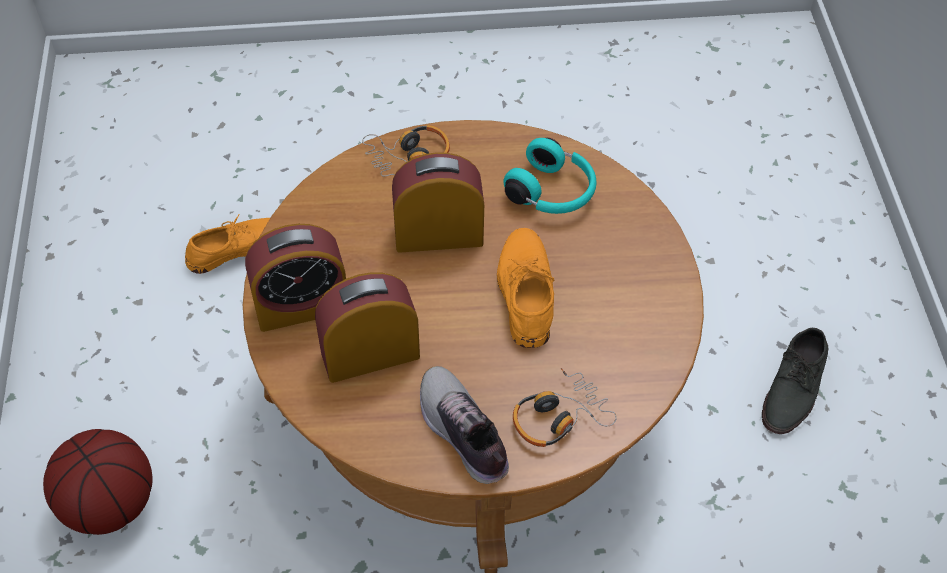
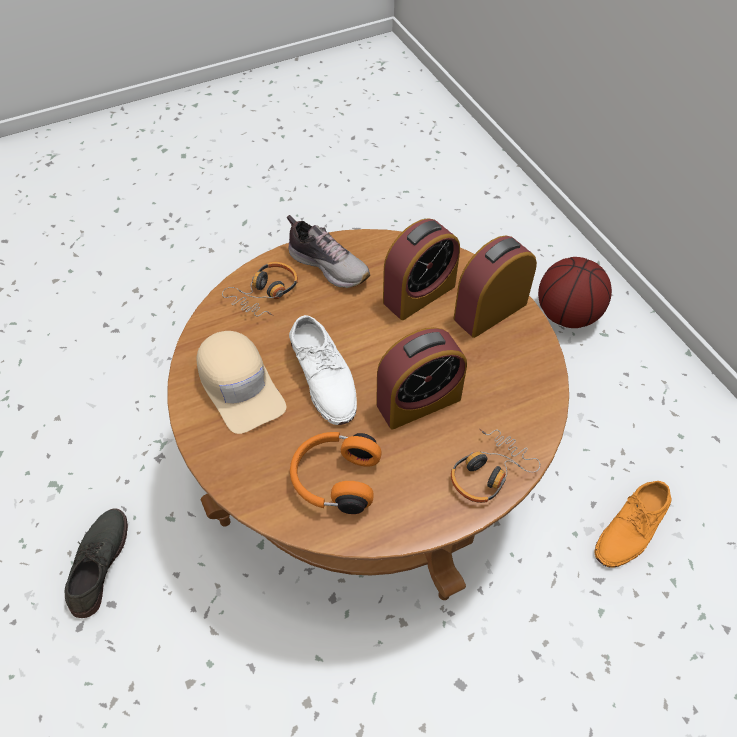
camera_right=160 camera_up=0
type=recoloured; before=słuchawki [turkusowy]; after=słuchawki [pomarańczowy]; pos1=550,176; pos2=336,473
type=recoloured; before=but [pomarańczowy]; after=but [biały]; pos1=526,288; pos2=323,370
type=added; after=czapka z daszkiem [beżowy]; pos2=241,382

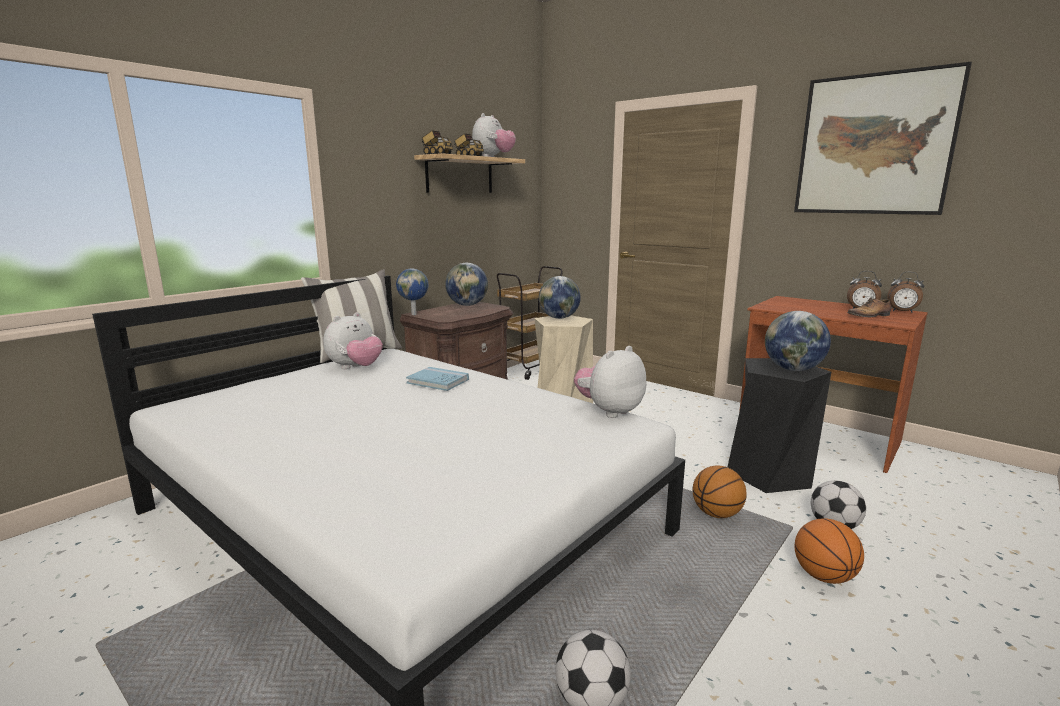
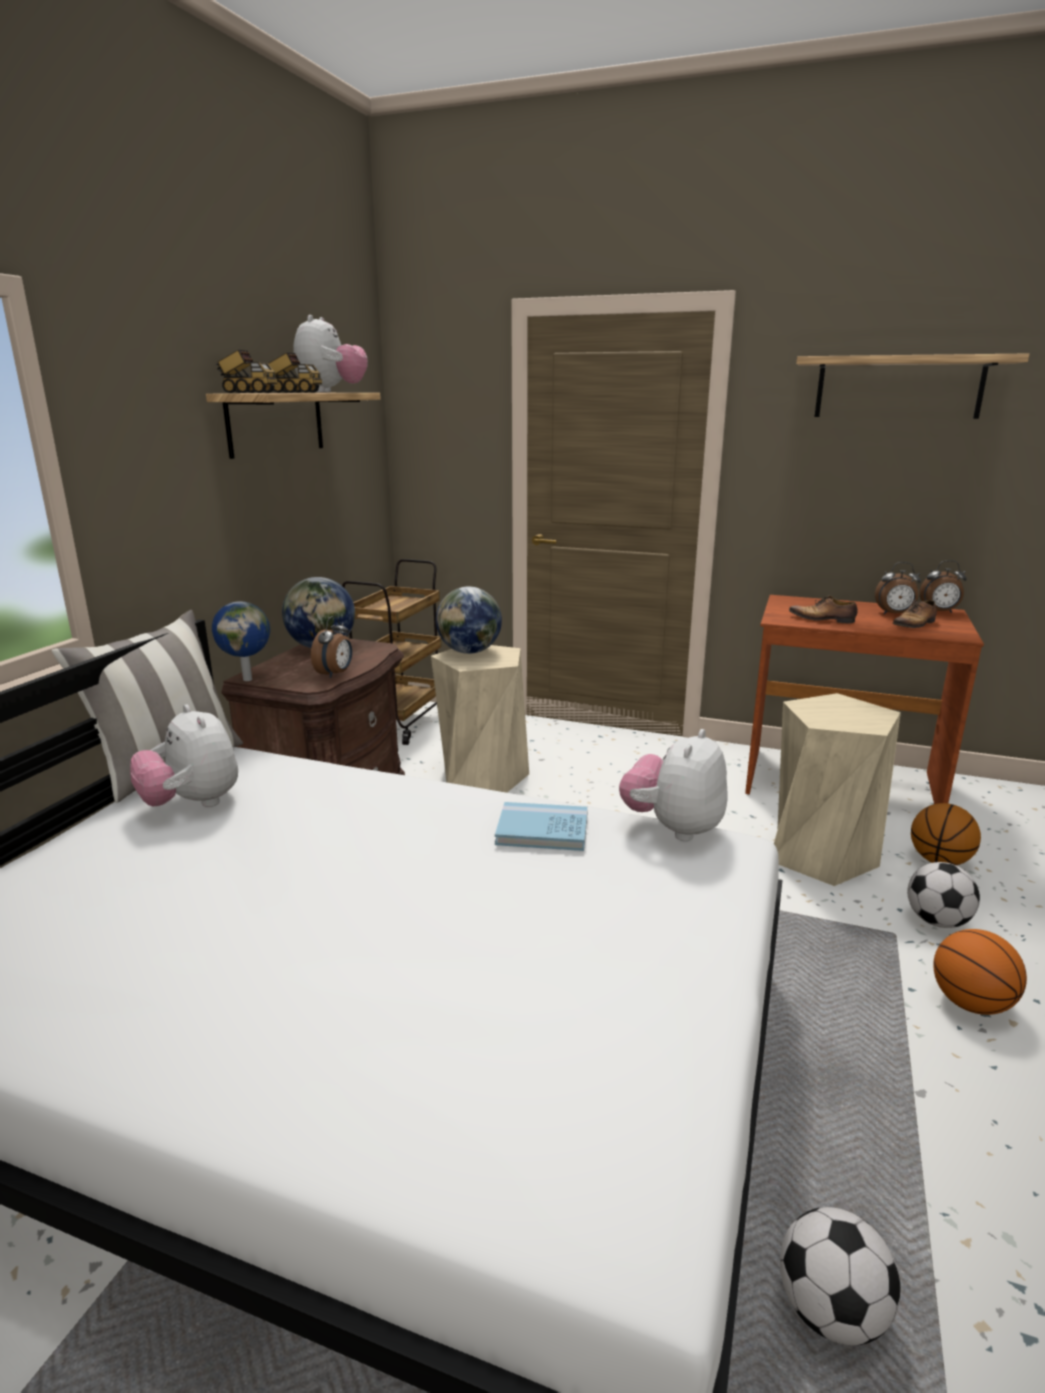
camera_right=-20 camera_up=5
type=replaced; before=obraz; after=półka; pos1=883,138; pos2=912,386
type=removed; before=globus; pos1=798,341
type=turned; before=pluszak; pos1=353,340; pos2=184,755; turn=120
type=recoloured; before=stołek [czarny]; after=stołek [beżowy]; pos1=779,425; pos2=837,789
type=moved; before=książka [niebieski]; pos1=437,379; pos2=541,826
type=moved; before=piłka do koszykówki; pos1=720,492; pos2=946,834
type=added; after=but; pos2=823,609
type=added; after=budzik; pos2=331,647

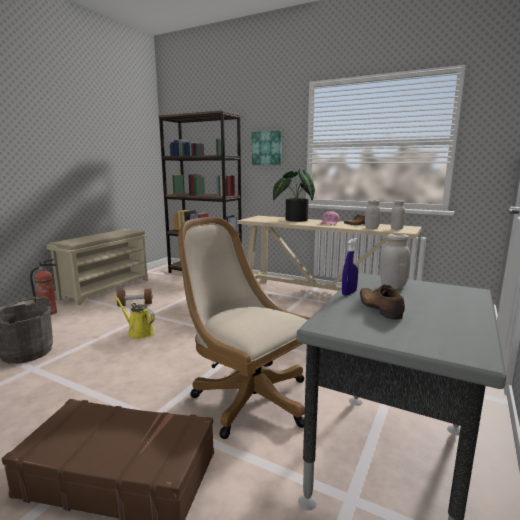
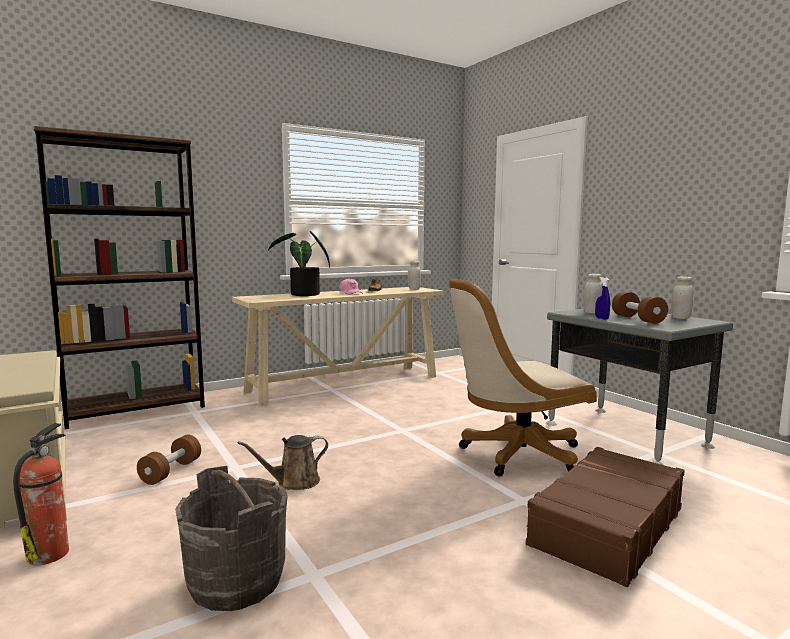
camera_right=-60 camera_up=-5
type=removed; before=obraz; pos1=267,148
type=moved; before=słoik [biały]; pos1=373,214; pos2=682,297
type=replaced; before=but; after=hantel [brązowy]; pos1=382,302; pos2=640,308
type=recoloured; before=konewka [żółty]; after=konewka [brązowy]; pos1=134,317; pos2=283,462

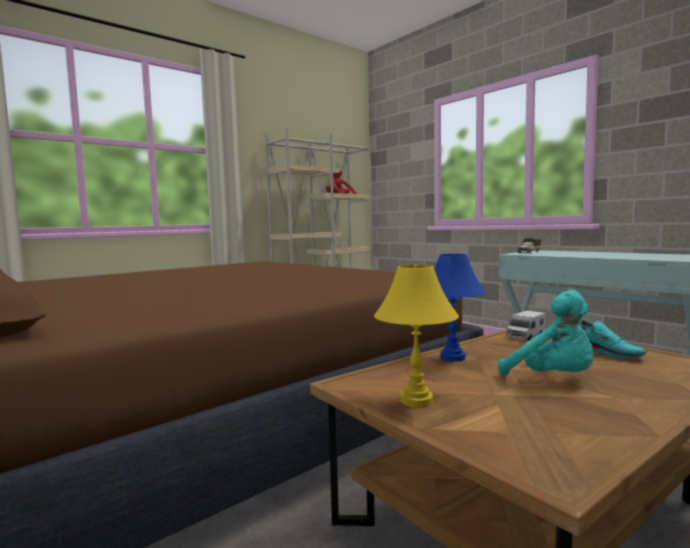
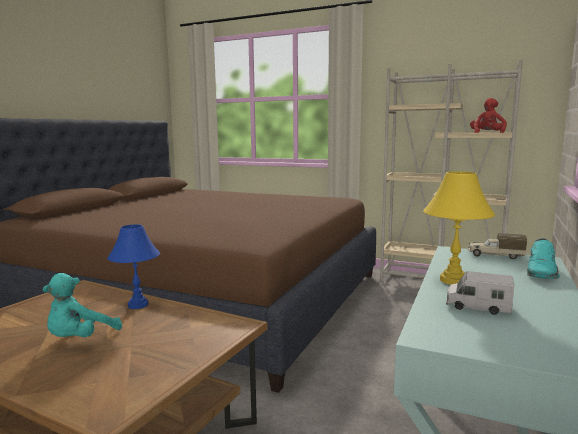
camera_right=65 camera_up=5
type=moved; before=lampa stołowa [żółty]; pos1=416,336; pos2=459,228
type=moved; before=ciężarówka zabawkowa; pos1=526,326; pos2=480,293
type=moved; before=but [turkusowy]; pos1=612,339; pos2=543,258

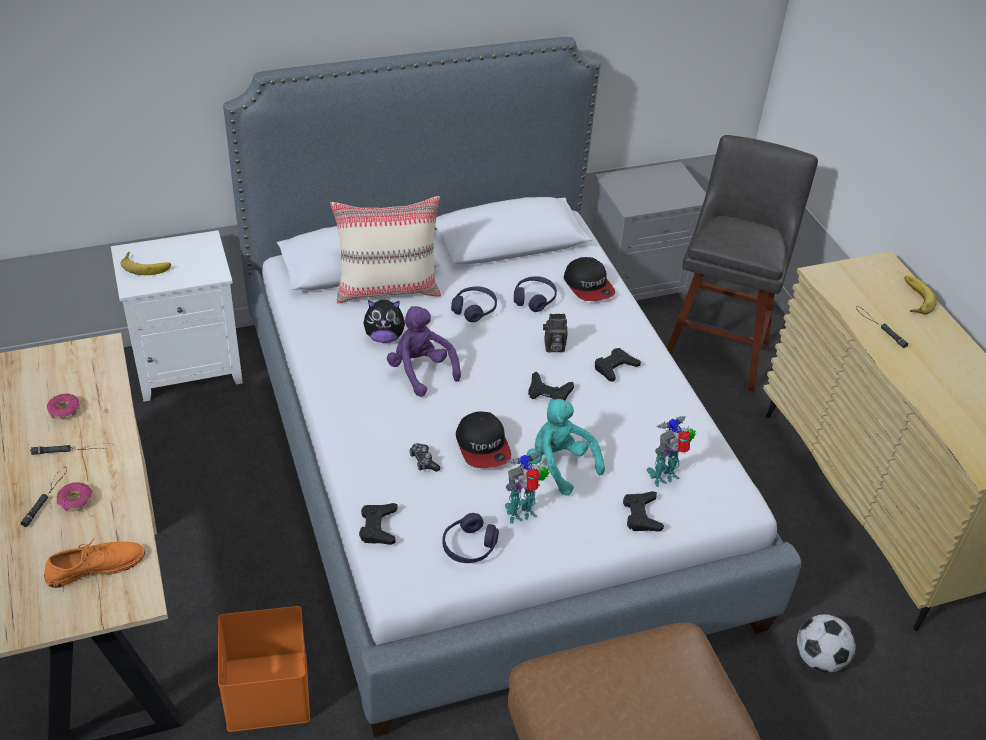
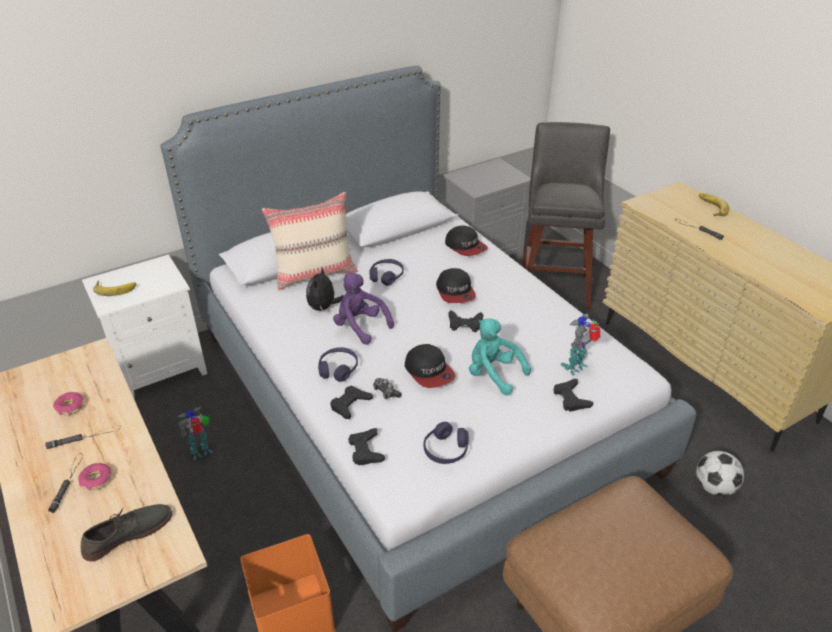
camera_right=-10 camera_up=-5
type=moved; before=słuchawki [fioletowy]; pos1=535,294; pos2=338,364
type=turned; before=pluszak; pos1=384,321; pos2=324,290; turn=120
type=replaced; before=aparat fotograficzny; after=czapka z daszkiem; pos1=555,333; pos2=456,285
type=moved; before=pad do gier [czarny]; pos1=618,365; pos2=351,402
type=moved; before=robot zabawkowy; pos1=527,488; pos2=195,433
type=recoloured; before=but [pomarańczowy]; after=but [szary]; pos1=94,563; pos2=126,532

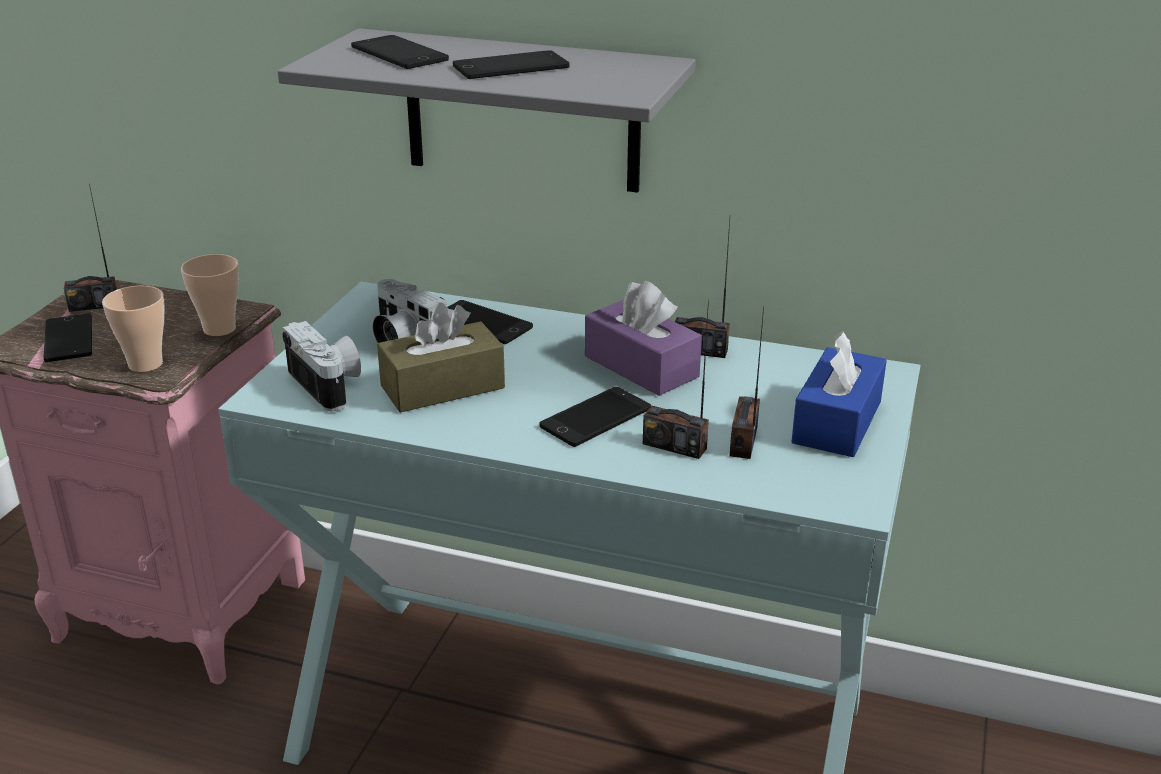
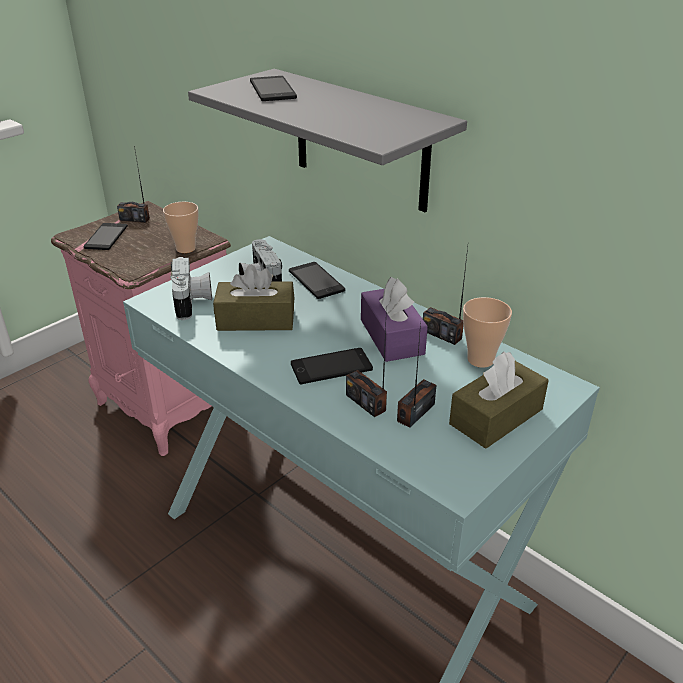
camera_right=25 camera_up=5
type=removed; before=telefon; pos1=511,64
type=moved; before=filiżanka; pos1=133,329; pos2=487,332
type=recoloured; before=pudełko chusteczek [niebieski]; after=pudełko chusteczek [brązowy]; pos1=839,394; pos2=499,400

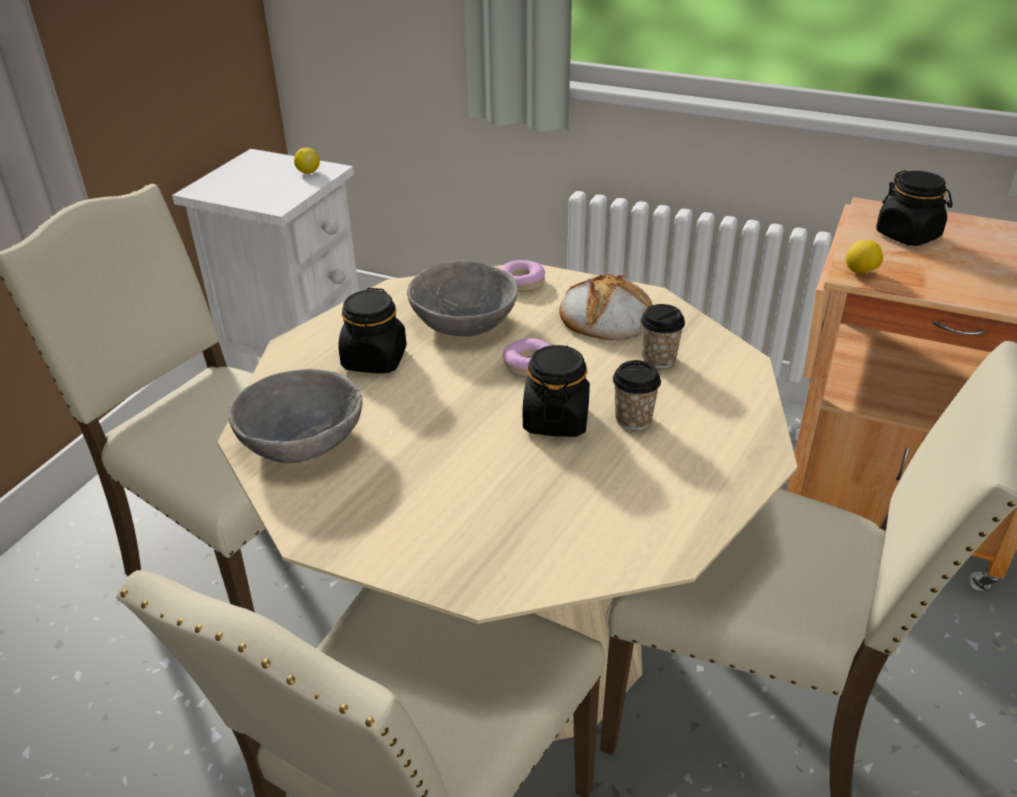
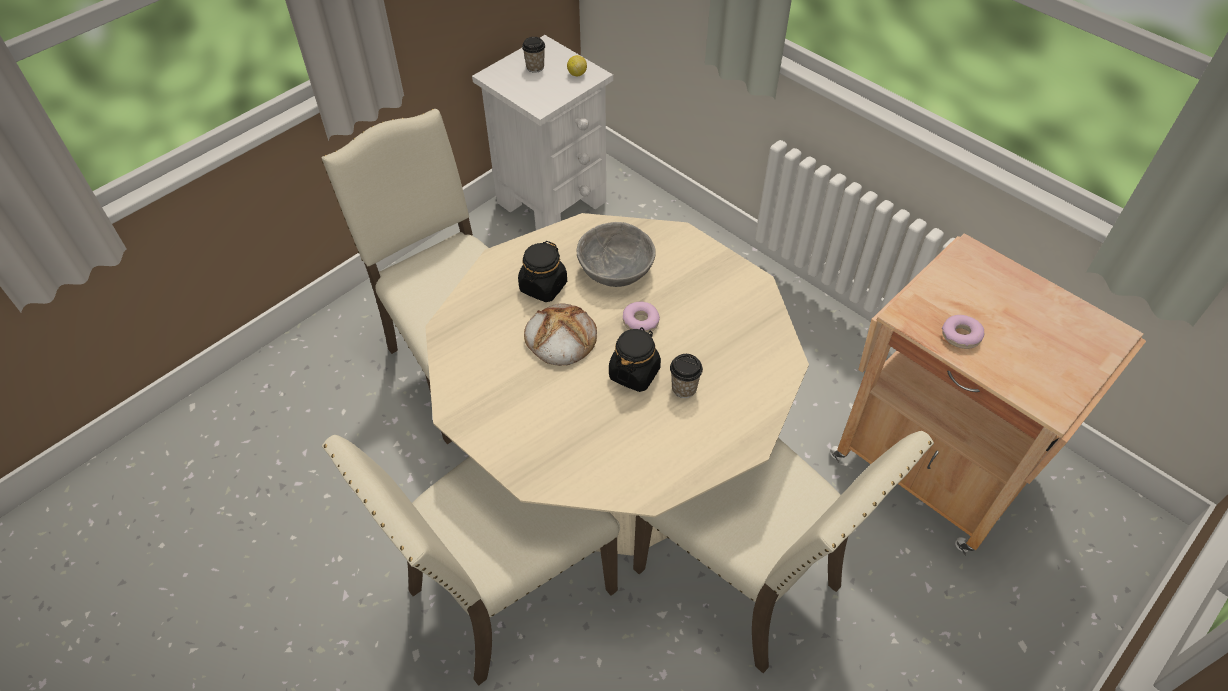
camera_right=20 camera_up=15
type=removed; before=słoik [czarny]; pos1=914,208
type=removed; before=cytryna; pos1=864,257
type=moved; before=donut; pos1=522,276; pos2=963,332
type=moved; before=chleb; pos1=606,307; pos2=560,335
type=moved; before=filiżanka; pos1=663,336; pos2=533,55
type=removed; before=miska [szary]; pos1=295,416

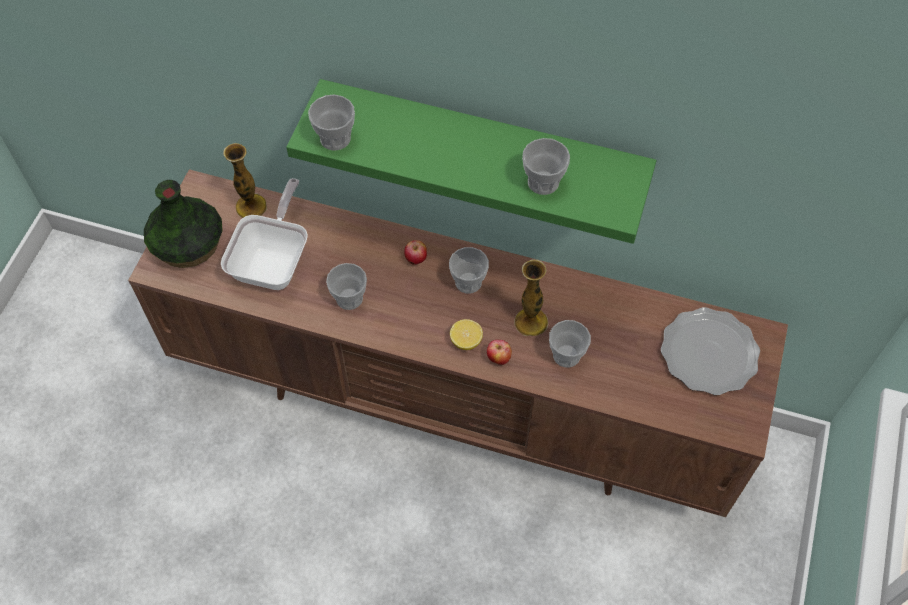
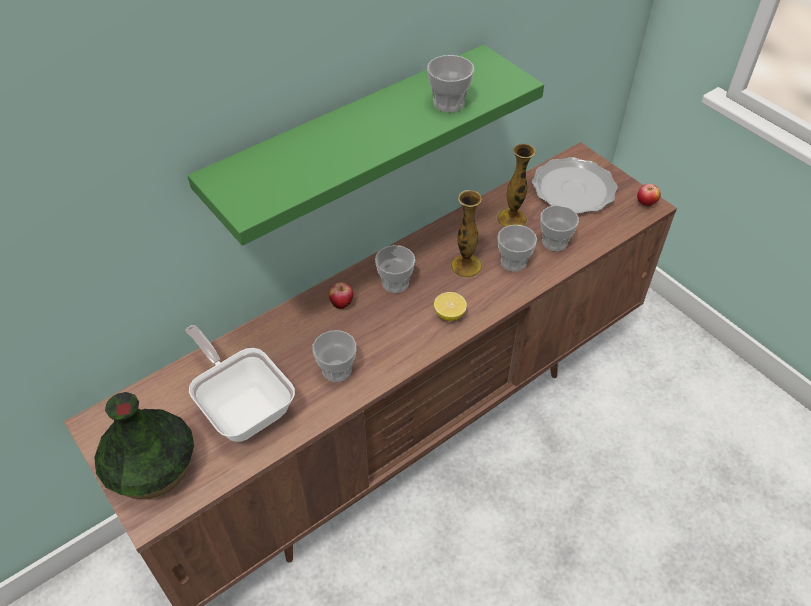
camera_right=-55 camera_up=-10
type=moved; before=filiżanka; pos1=331,123; pos2=560,228
type=moved; before=wazon; pos1=245,180; pos2=516,185
type=moved; before=jabłko; pos1=499,352; pos2=649,195

